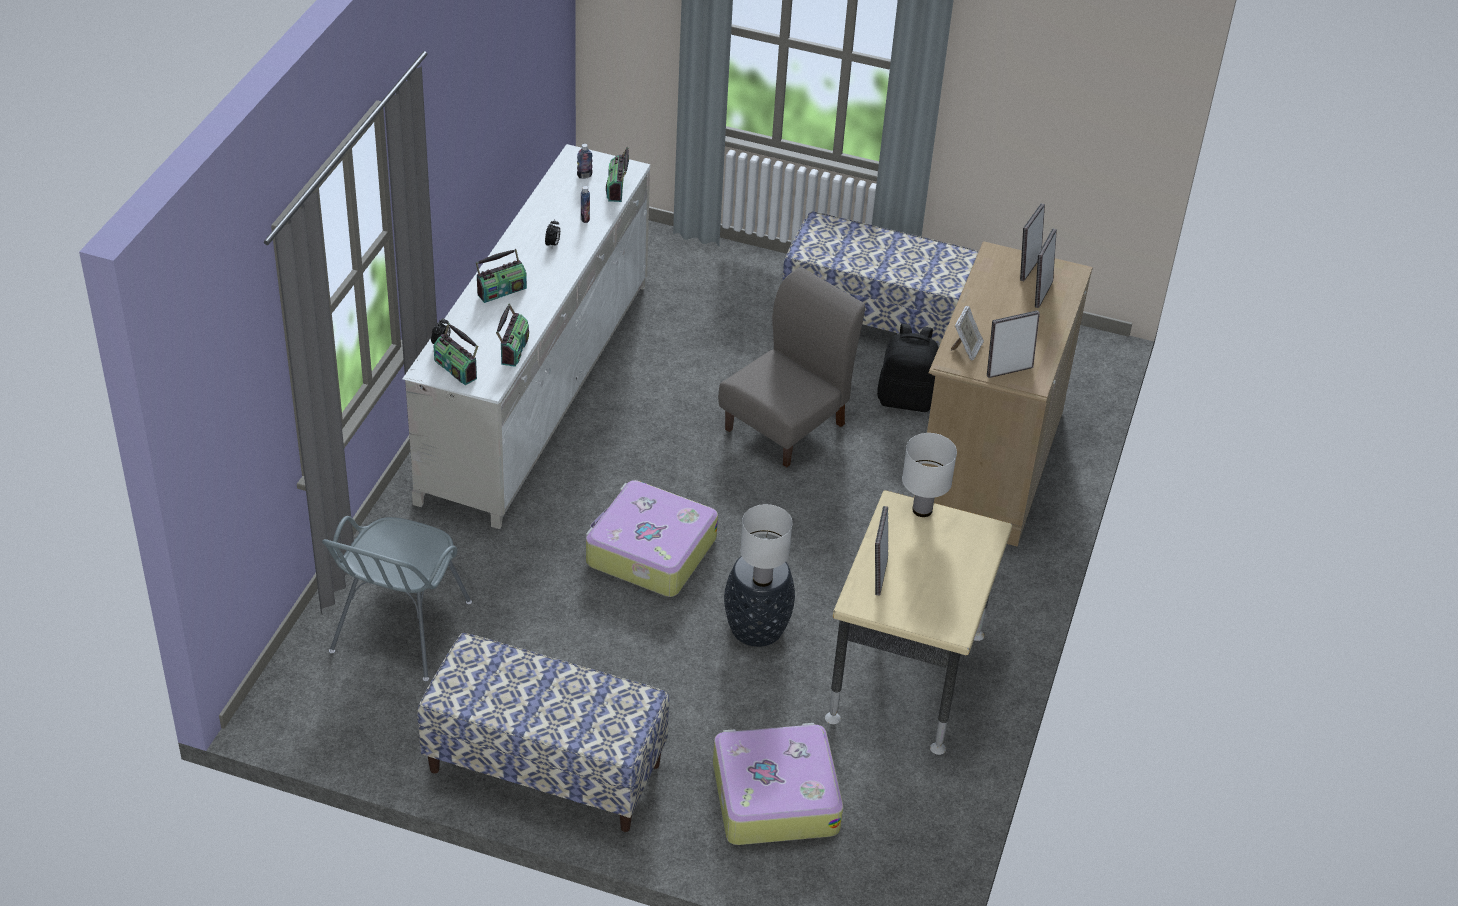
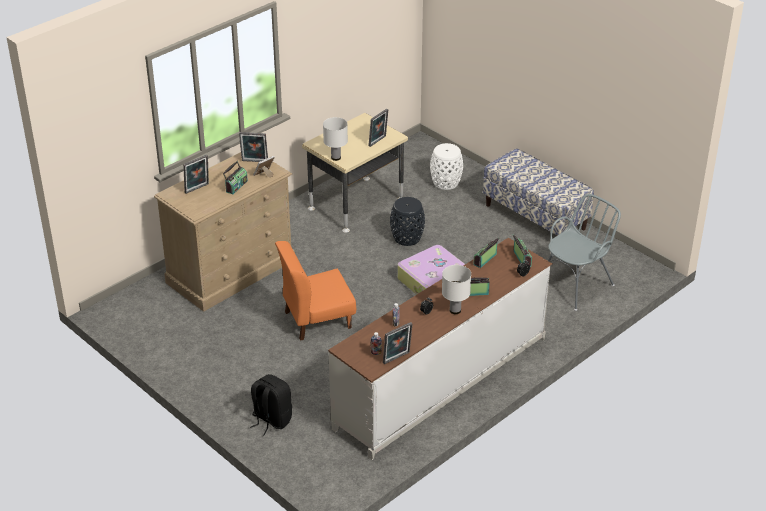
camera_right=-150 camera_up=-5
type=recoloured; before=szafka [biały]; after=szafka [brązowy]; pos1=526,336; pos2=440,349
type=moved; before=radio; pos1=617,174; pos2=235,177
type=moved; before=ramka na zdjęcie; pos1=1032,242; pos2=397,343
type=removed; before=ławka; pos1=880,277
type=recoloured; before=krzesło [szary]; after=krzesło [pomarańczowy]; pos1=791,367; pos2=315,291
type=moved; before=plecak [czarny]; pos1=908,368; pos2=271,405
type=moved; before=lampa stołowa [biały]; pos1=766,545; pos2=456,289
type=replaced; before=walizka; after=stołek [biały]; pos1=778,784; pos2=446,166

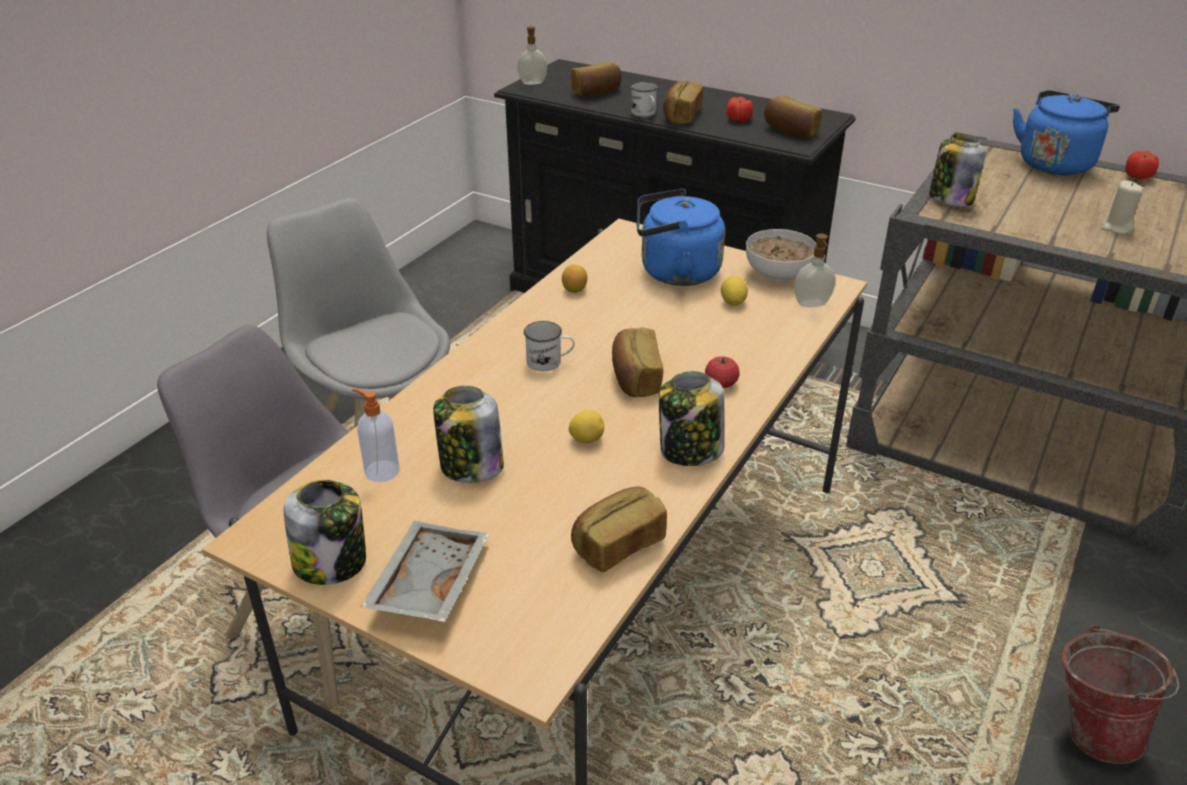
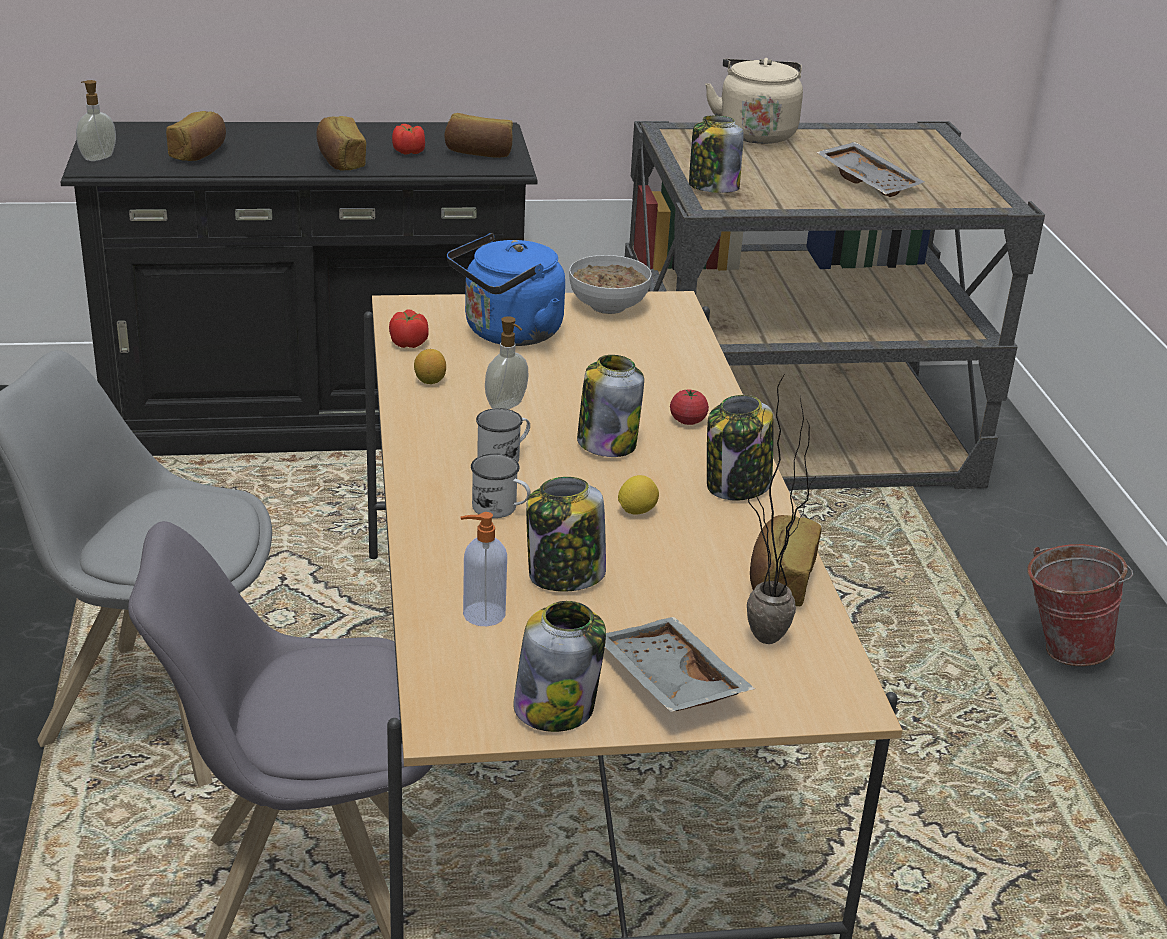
camera_right=-40 camera_up=-5
type=moved; before=kubek [biały]; pos1=644,99; pos2=501,486
type=recoloured; before=czajnik [niebieski]; after=czajnik [beżowy]; pos1=1066,132; pos2=754,101
type=moved; before=pomidor; pos1=1142,165; pos2=409,329
type=replaced; before=świeca [beżowy]; after=taca [szary]; pos1=1122,207; pos2=870,169
type=moved; before=dozownik mydła; pos1=815,270; pos2=506,362
type=removed; before=cytryna; pos1=734,291
type=replaced; before=chleb; after=słoik; pos1=637,362; pos2=610,406
type=added; after=roślina doniczkowa; pos2=777,509

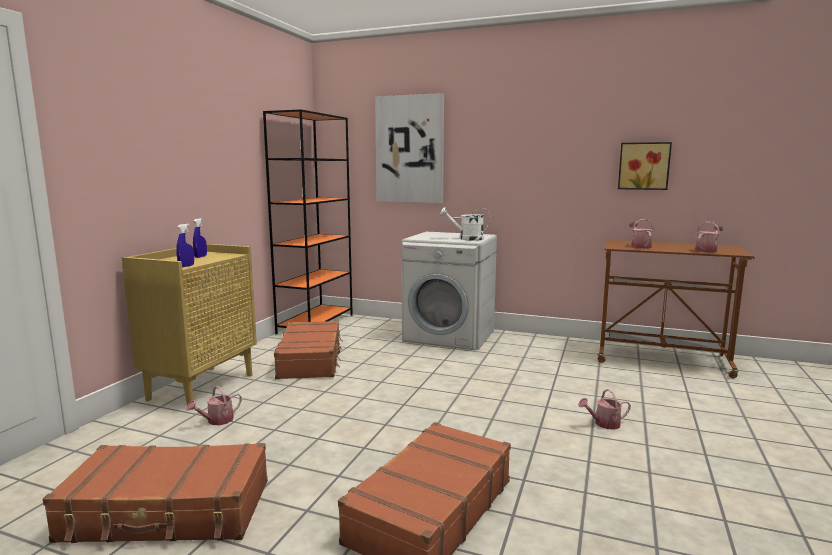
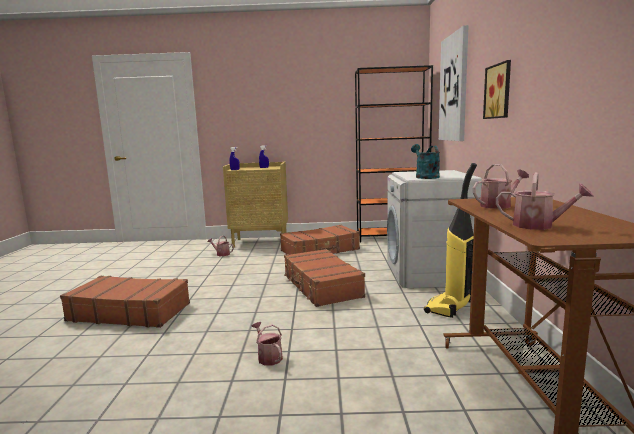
camera_right=70 camera_up=0
type=moved; before=obraz; pos1=645,166; pos2=497,89
type=recoloured; before=konewka [biały]; after=konewka [turkusowy]; pos1=465,224; pos2=425,161
type=moved; before=walizka [brązowy]; pos1=155,493; pos2=324,278
type=added; after=odkurzacz; pos2=450,240

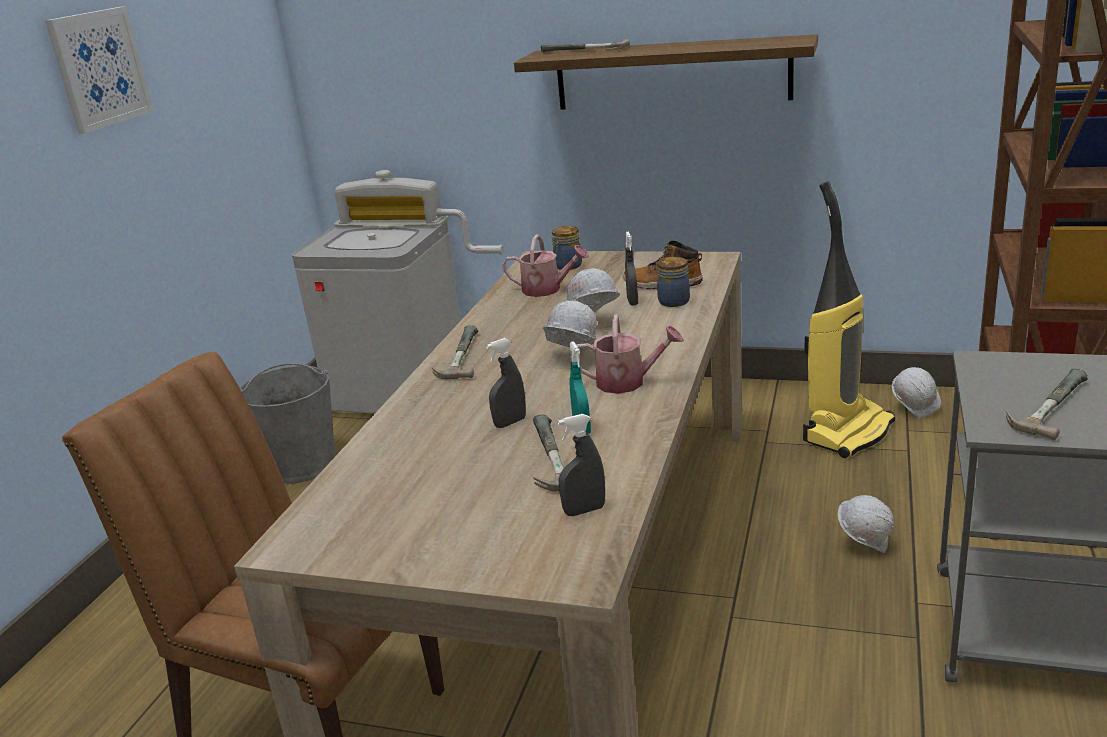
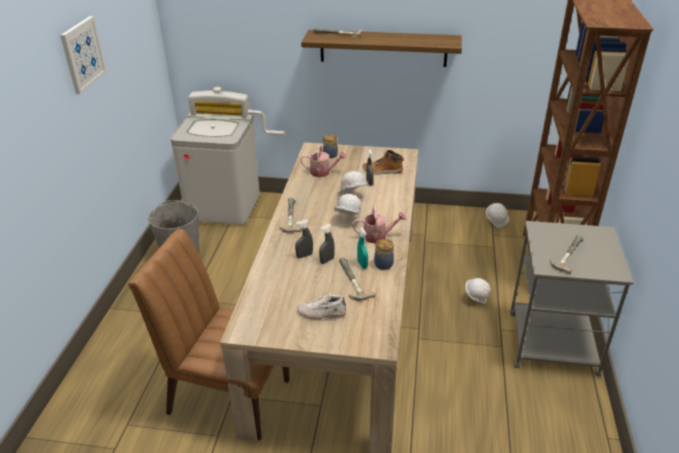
camera_right=-10 camera_up=10
type=removed; before=odkurzacz; pos1=849,319
type=moved; before=słoik; pos1=673,282; pos2=384,254
type=moved; before=spryskiwacz [szary]; pos1=581,465; pos2=304,239
type=added; after=but [biały]; pos2=321,306

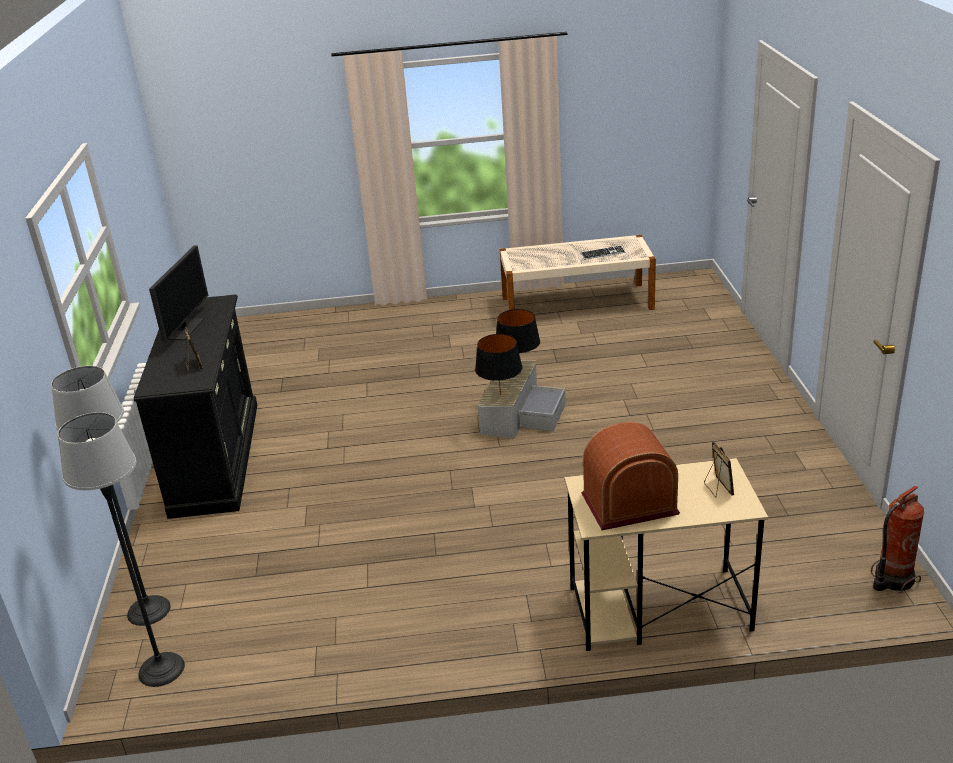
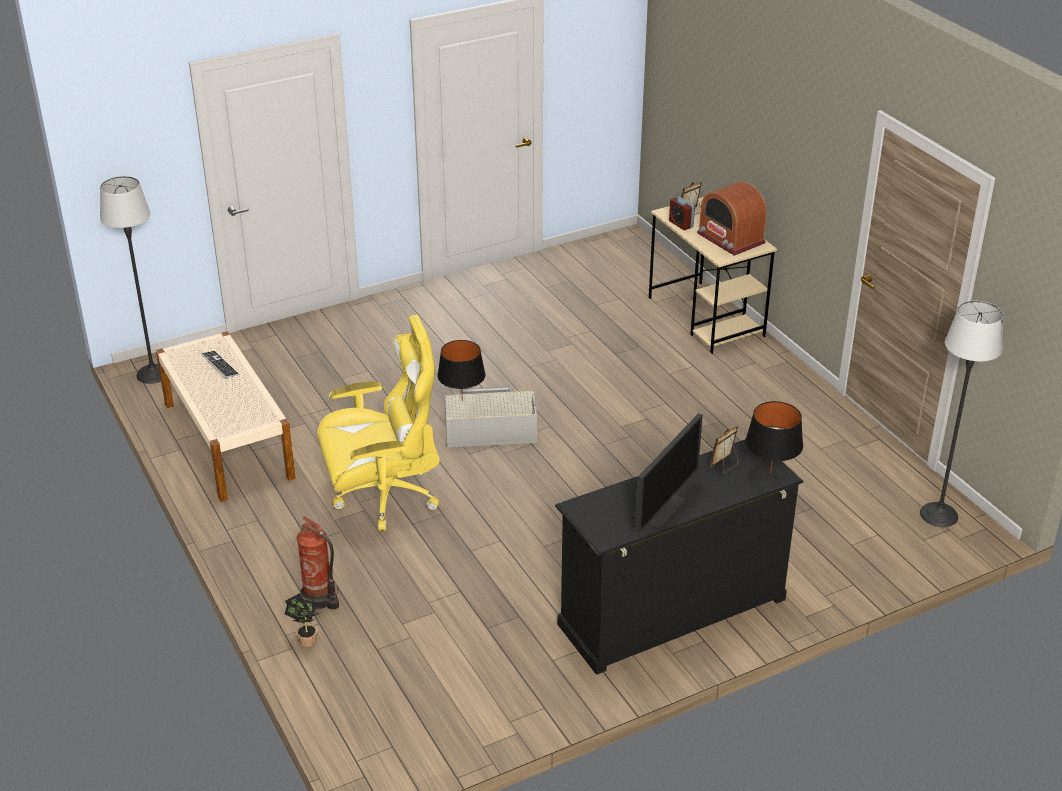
camera_right=-115 camera_up=5
type=turned; before=monitor; pos1=179,294; pos2=667,473; turn=135
type=moved; before=lampa stołowa [czarny]; pos1=498,364; pos2=774,437
type=moved; before=lampa stojąca; pos1=110,496; pos2=130,280
type=moved; before=gaśnica; pos1=898,539; pos2=318,563
type=added; after=budzik; pos2=682,213
type=added; after=krzesło biurowe [żółty]; pos2=378,423
type=added; after=roślina doniczkowa; pos2=303,620

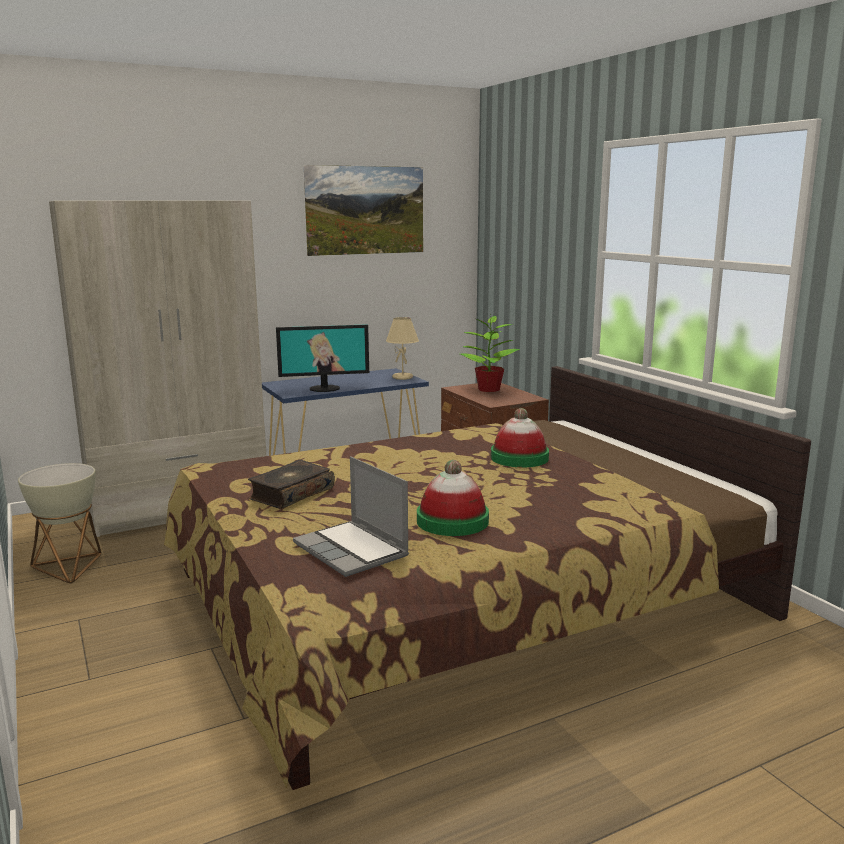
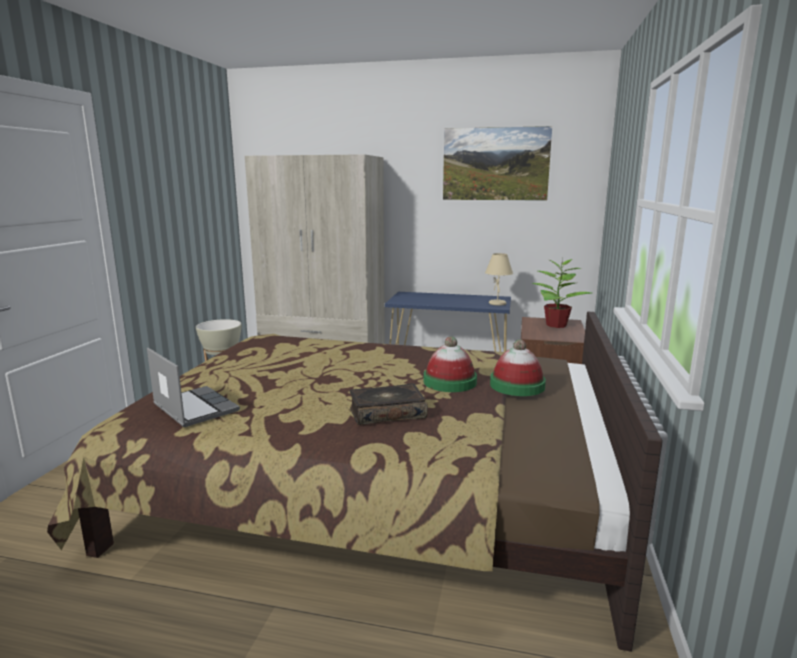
camera_right=40 camera_up=0
type=removed; before=monitor; pos1=322,358
type=turned; before=laptop; pos1=351,516; pos2=193,387; turn=135
type=moved; before=książka; pos1=291,484; pos2=389,404
type=moved; before=kapelusz; pos1=453,498; pos2=518,367

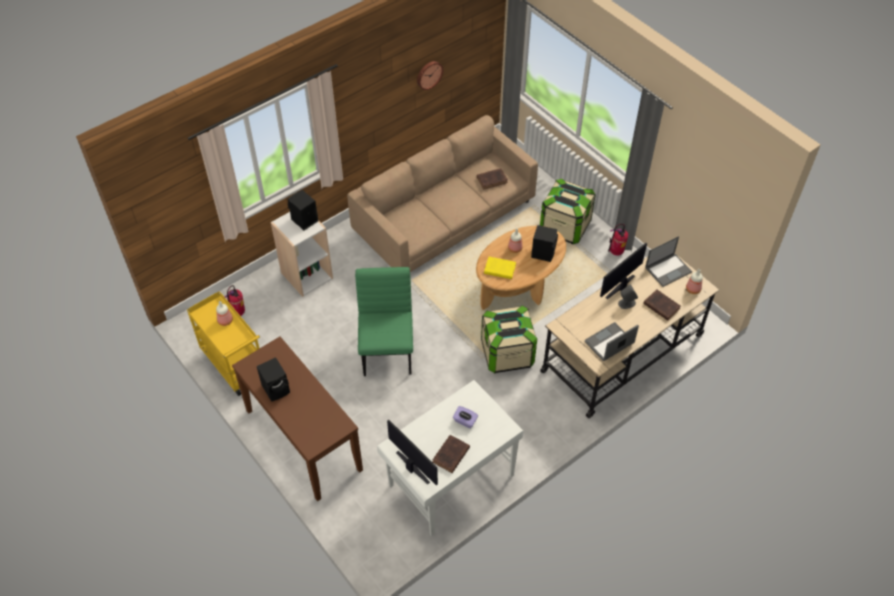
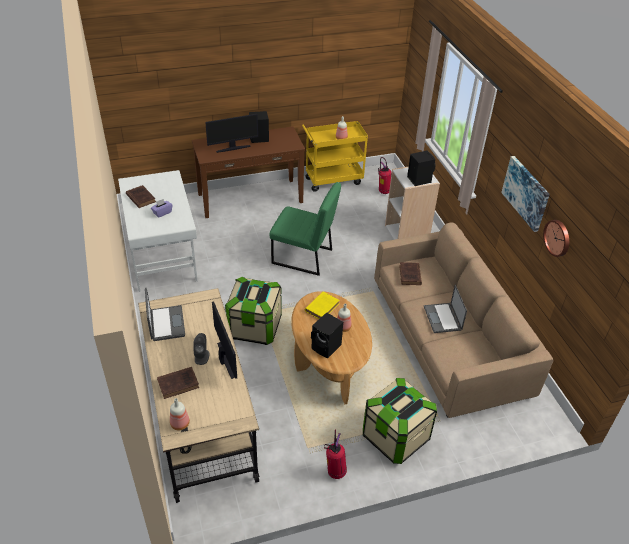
camera_right=110 camera_up=-10
type=moved; before=książka [brązowy]; pos1=492,179; pos2=410,273
type=moved; before=laptop; pos1=668,261; pos2=445,309
type=moved; before=monitor; pos1=412,452; pos2=231,133
type=added; after=obraz; pos2=525,194

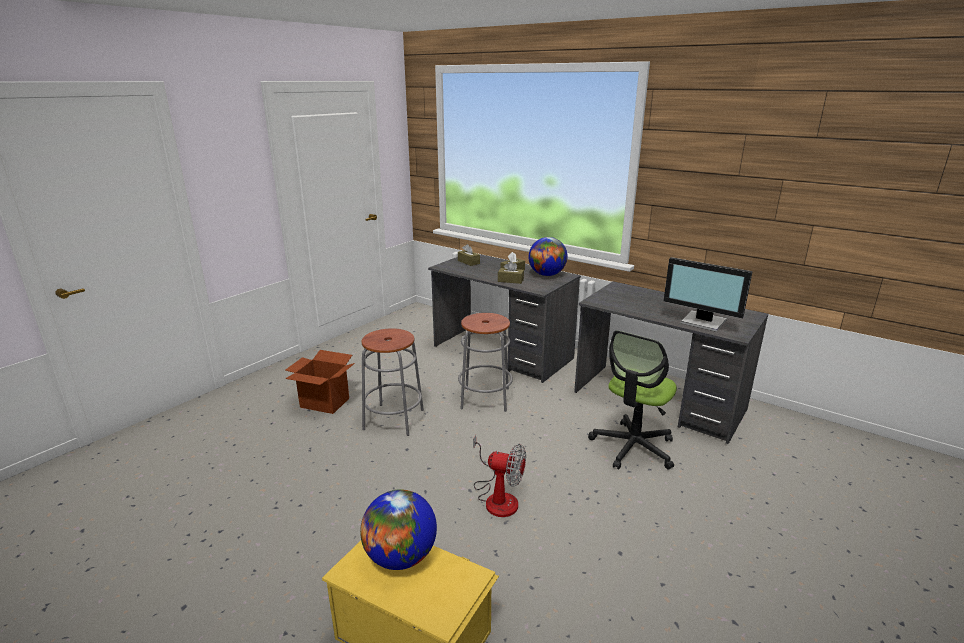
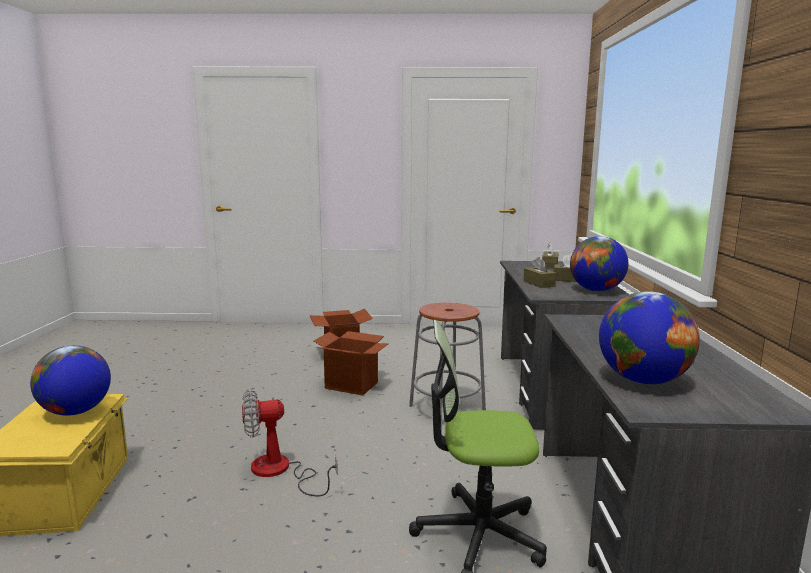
camera_right=55 camera_up=-10
type=replaced; before=monitor; after=globus; pos1=708,294; pos2=649,337
type=replaced; before=stołek [szary]; after=karton; pos1=393,382; pos2=351,363
type=turned; before=wentylator; pos1=499,476; pos2=290,442; turn=90

